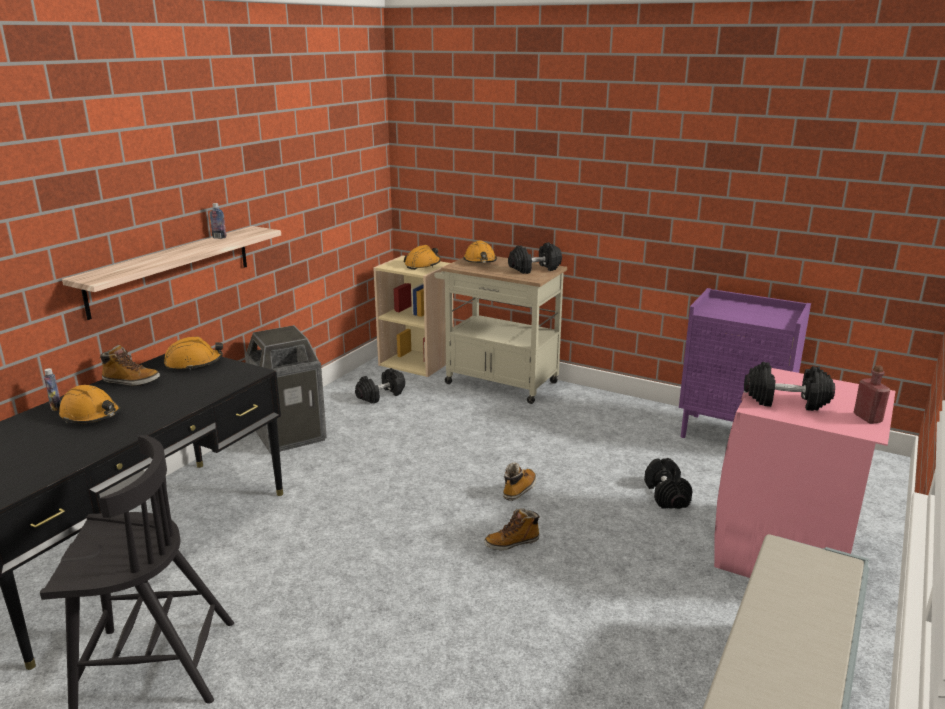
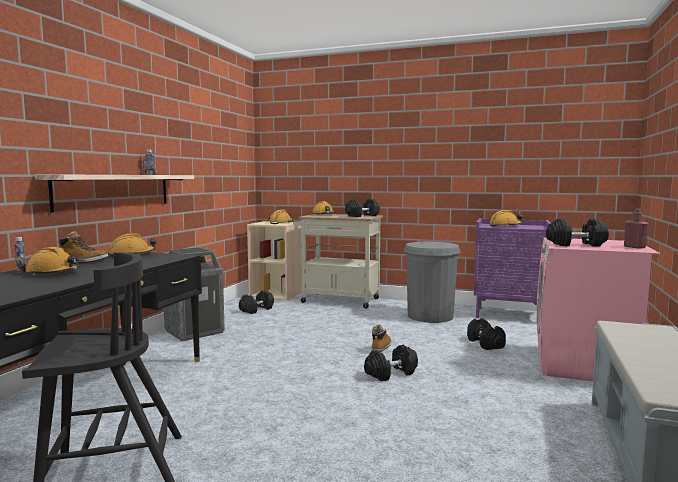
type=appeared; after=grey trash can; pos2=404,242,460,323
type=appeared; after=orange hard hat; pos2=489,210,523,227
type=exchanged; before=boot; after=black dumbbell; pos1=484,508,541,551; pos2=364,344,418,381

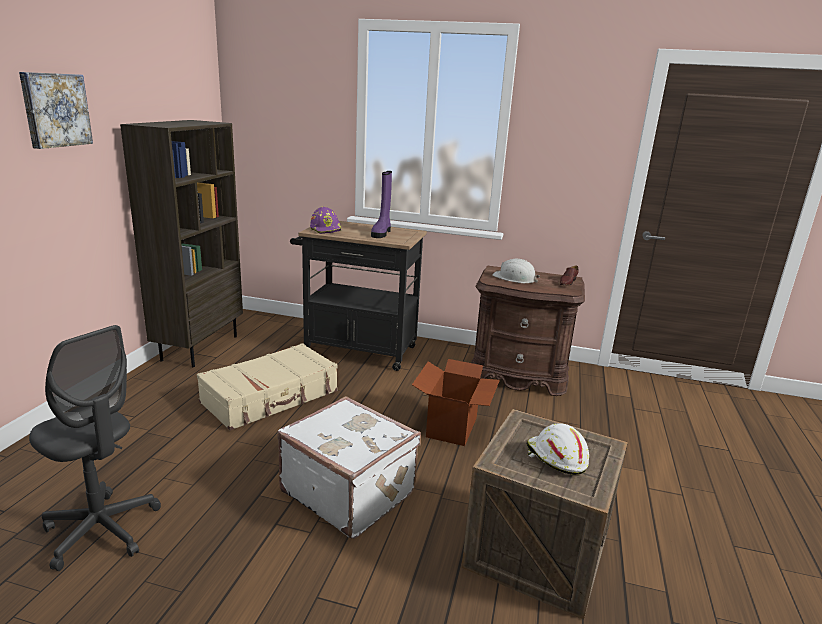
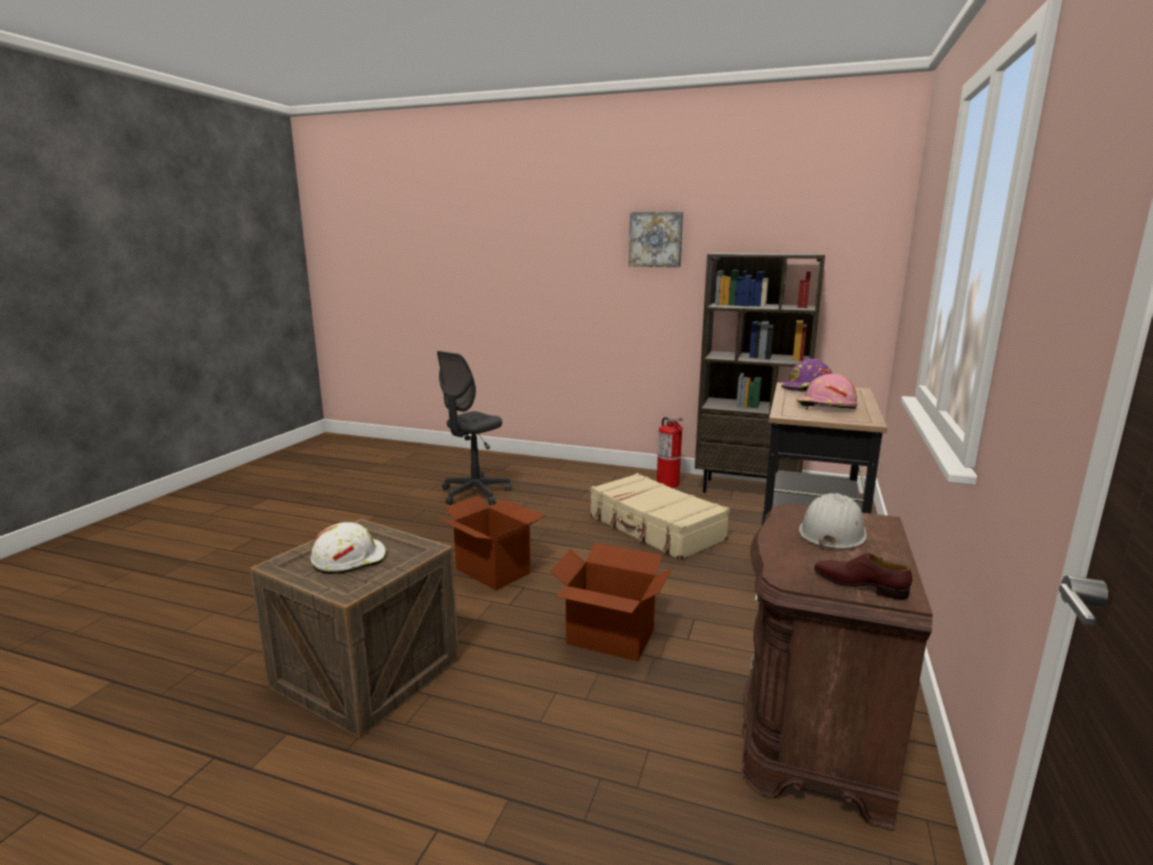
type=appeared; after=fire extinguisher; pos2=657,417,683,488
type=exchanged; before=white suitcase; after=cardboard box; pos1=277,396,421,539; pos2=436,495,545,590
type=exchanged; before=purple boot; after=pink hard hat; pos1=371,171,392,238; pos2=796,374,858,410

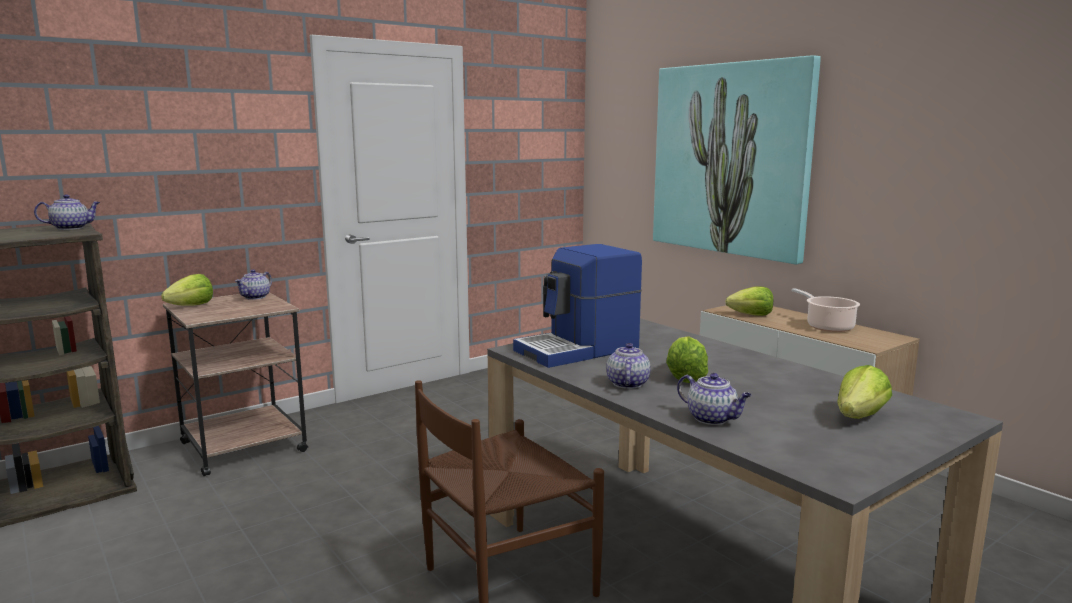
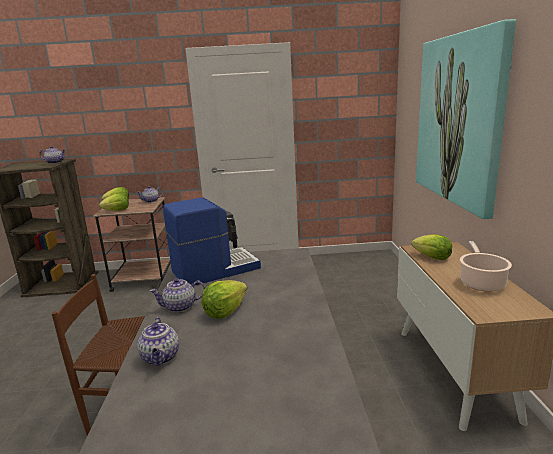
type=relocated; before=lettuce; pos1=837,365,892,419; pos2=99,193,129,211
type=spun; before=coffee machine; pos1=513,244,642,368; pos2=163,197,261,285; turn=150
type=spun; before=teapot; pos1=606,343,651,389; pos2=149,278,205,313; turn=-150

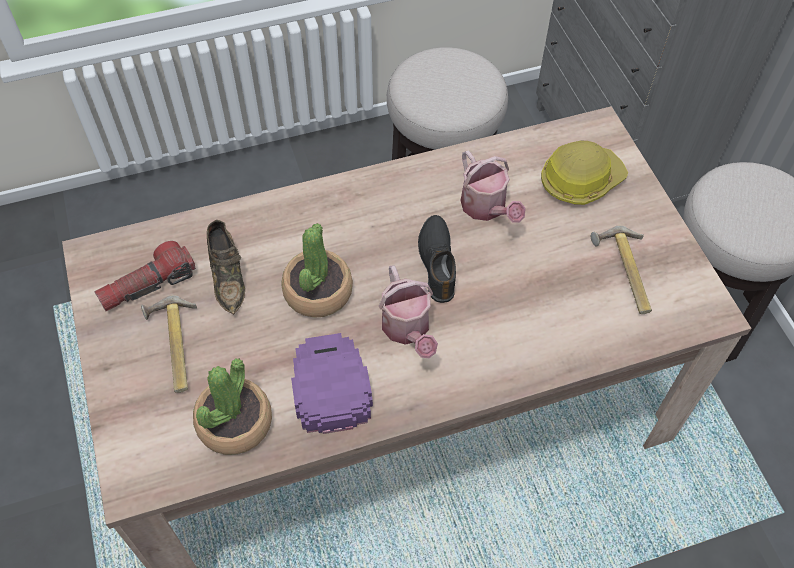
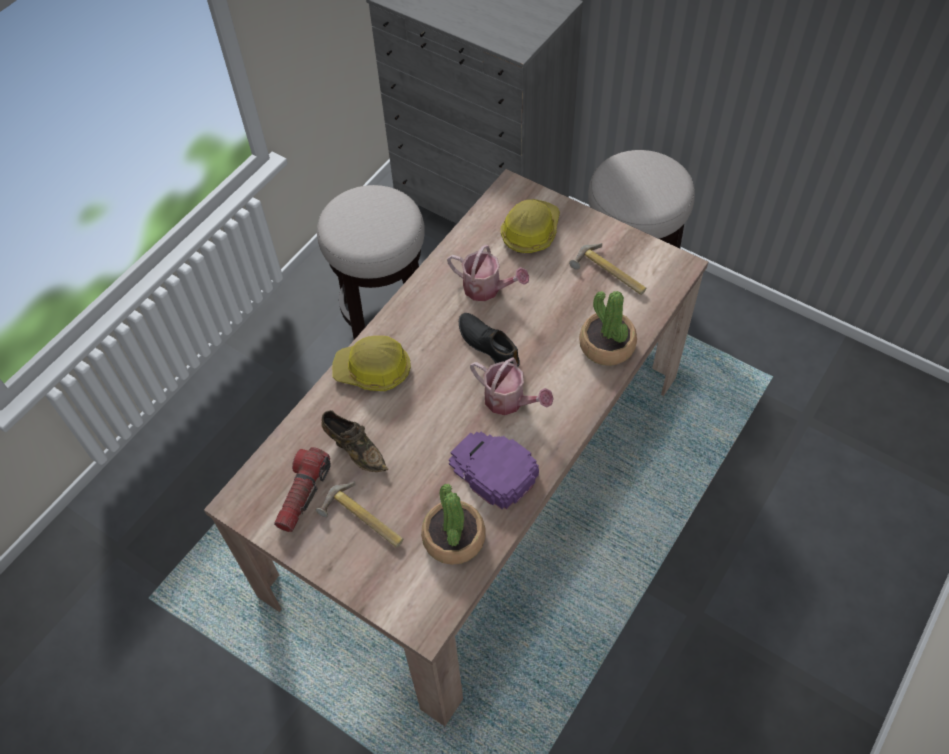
type=appeared; after=hard hat; pos2=332,336,411,391
type=relocated; before=potted plant; pos1=281,223,353,318; pos2=579,291,637,366

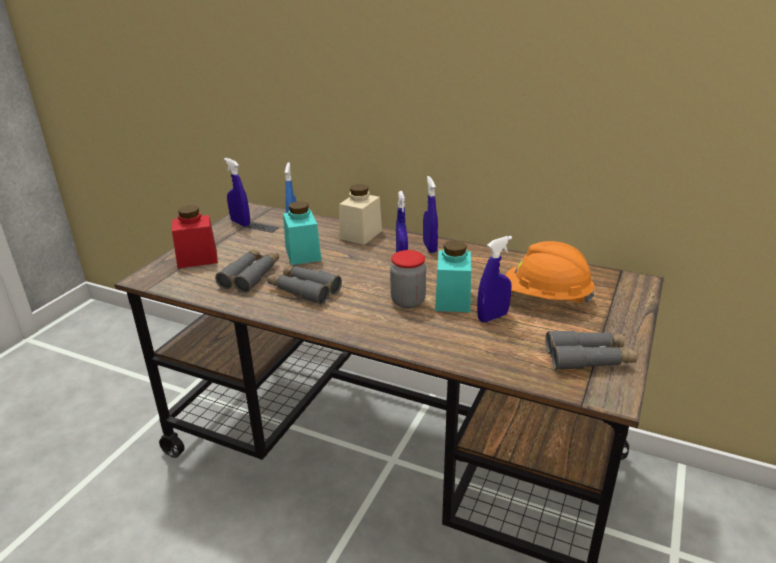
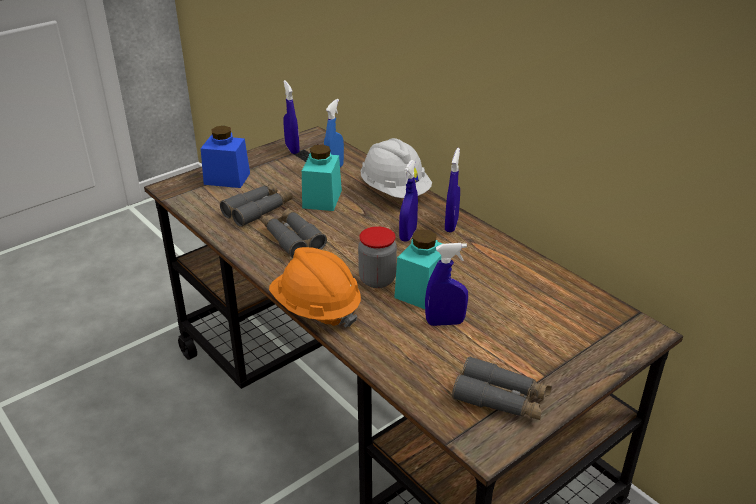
type=relocated; before=orange hard hat; pos1=505,241,595,303; pos2=269,247,361,327
type=exchanged; before=beige jar; after=white hard hat; pos1=339,184,382,245; pos2=361,138,432,198
type=colour; before=red jar; after=blue jar; pos1=172,205,218,268; pos2=201,126,250,188

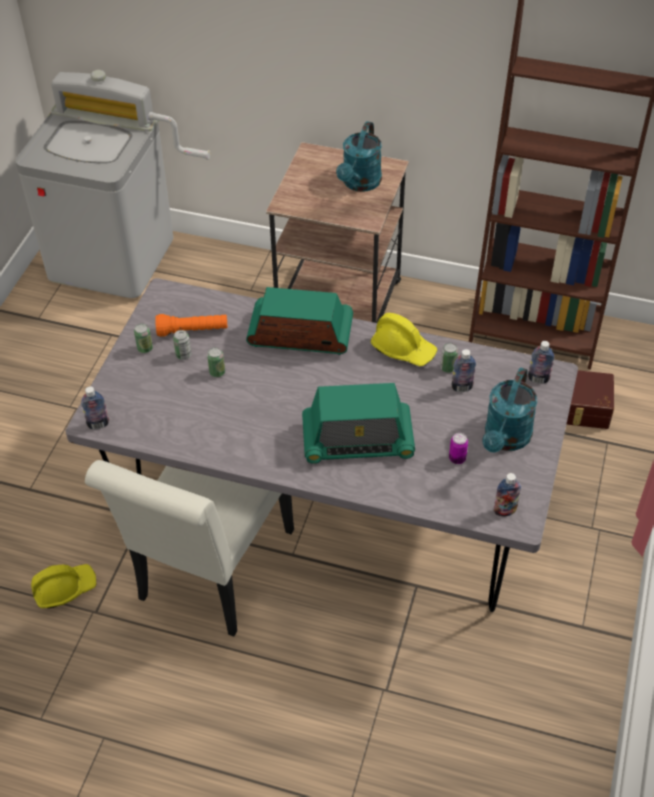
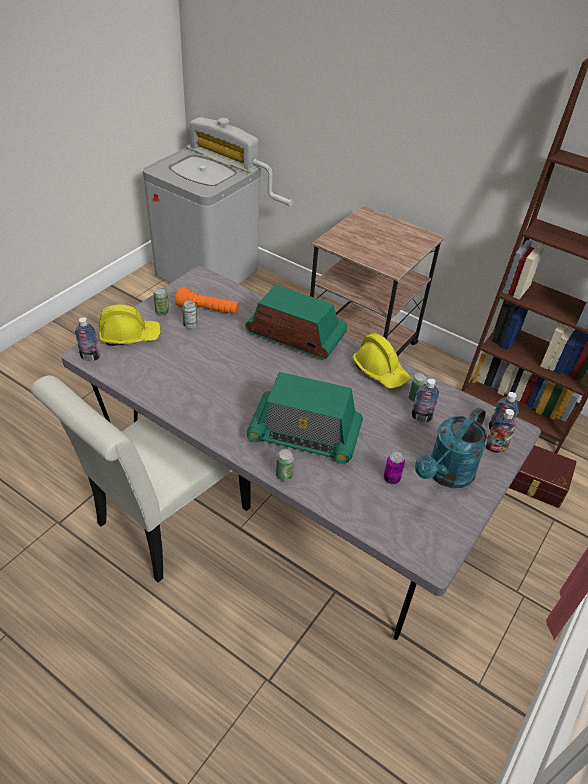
type=missing; before=turquoise watering can; pos1=336,121,382,192
type=relocated; before=yellow hard hat; pos1=31,564,96,608; pos2=99,305,161,346
type=relocated; before=can; pos1=207,347,225,377; pos2=276,449,295,481
type=relocated; before=bottle; pos1=494,473,521,516; pos2=486,409,517,453

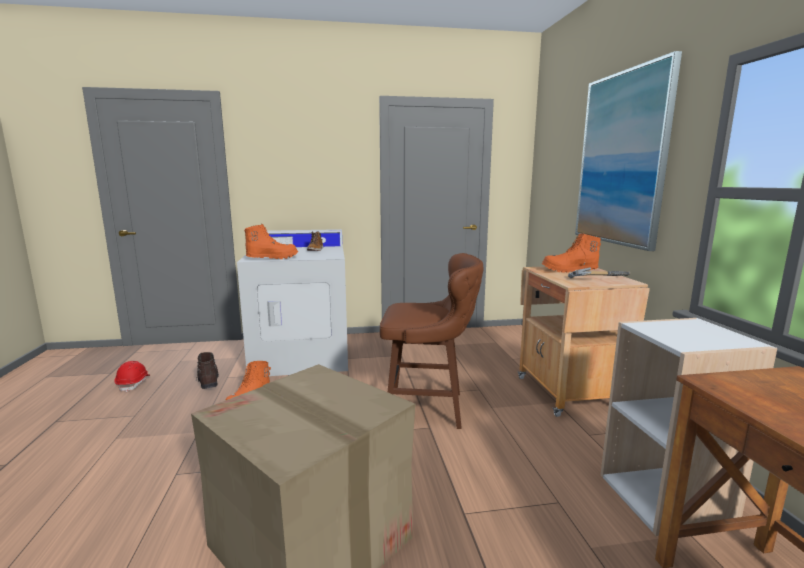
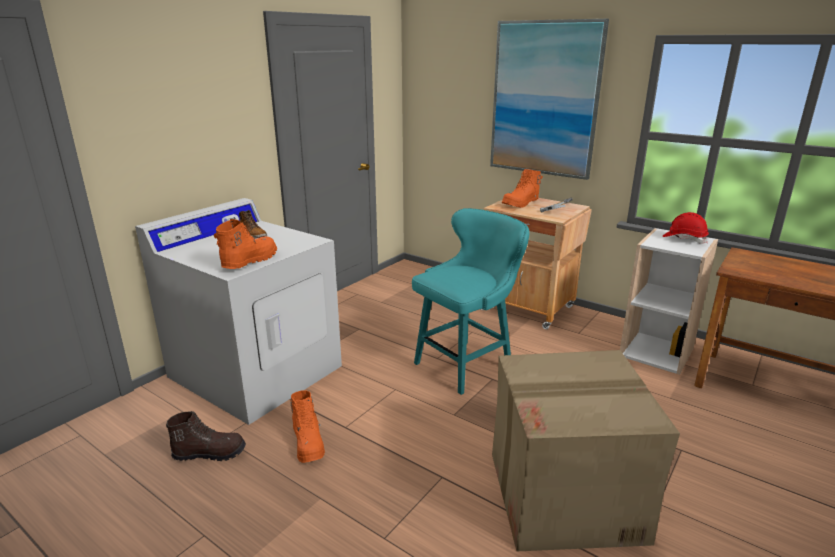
type=relocated; before=red hard hat; pos1=114,361,150,392; pos2=662,212,709,244
type=colour; before=brown stool; after=turquoise stool; pos1=380,253,483,429; pos2=412,208,529,395
type=spun; before=brown boot; pos1=196,352,219,389; pos2=166,411,246,461; turn=150

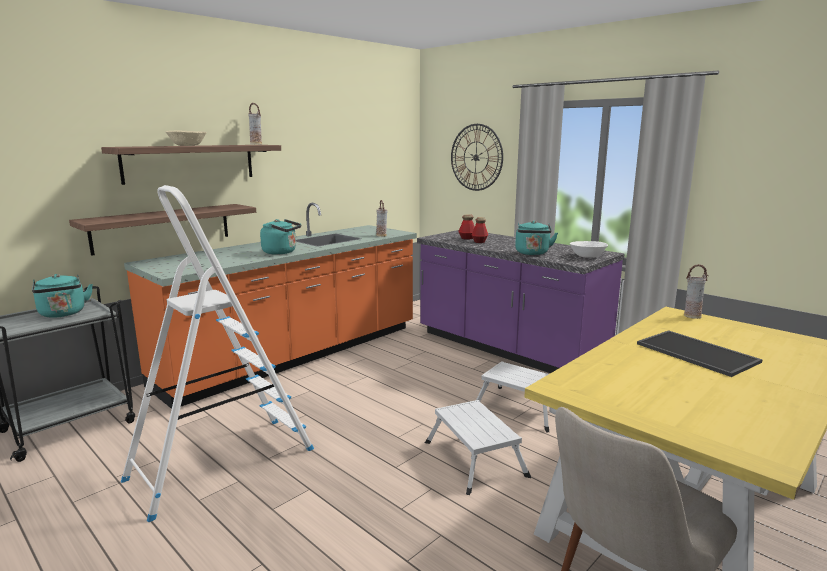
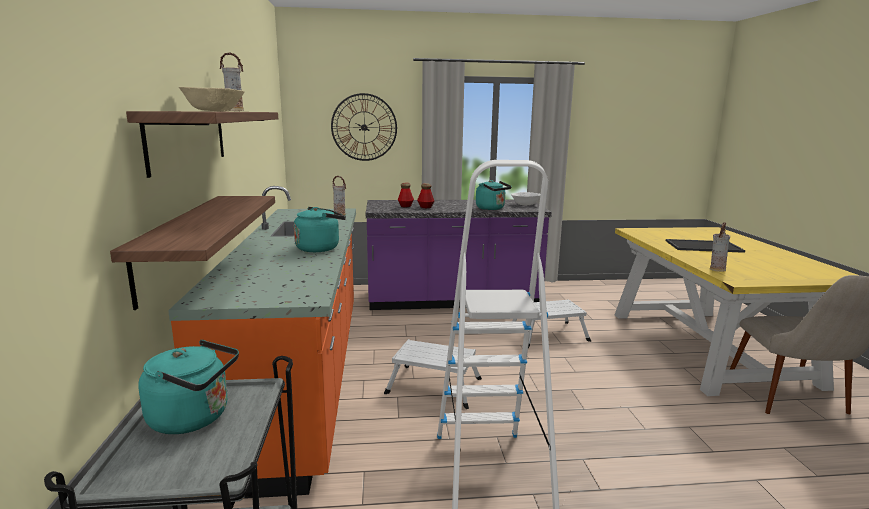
type=relocated; before=white step ladder; pos1=425,400,531,495; pos2=384,339,482,409
type=relocated; before=vase; pos1=684,264,708,319; pos2=710,222,730,272

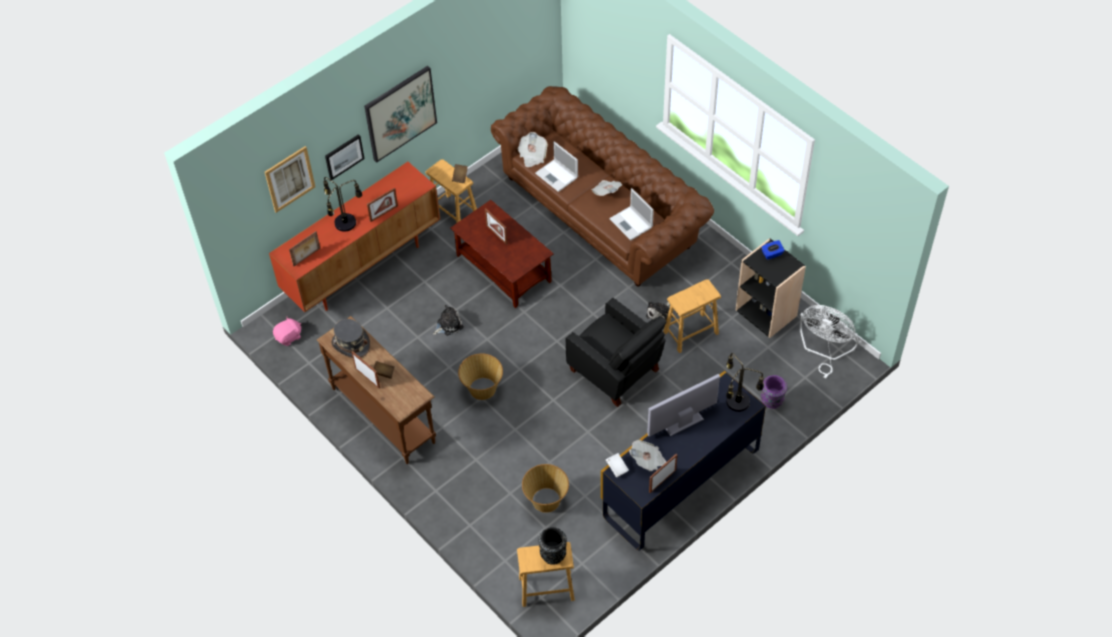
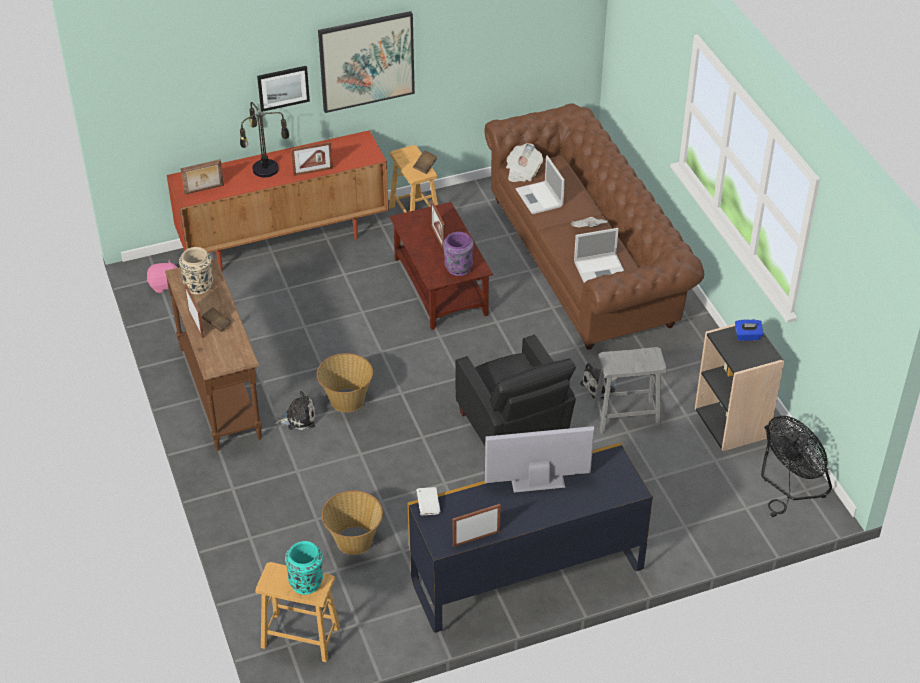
type=missing; before=picture; pos1=265,146,315,213
type=missing; before=newspaper; pos1=629,440,666,471
type=missing; before=table lamp; pos1=726,353,764,412
type=relocated; before=plush toy; pos1=433,305,464,336; pos2=275,391,315,430
type=relocated; before=purple vase; pos1=761,375,787,409; pos2=443,232,474,276
type=exchanged; before=grey hat; after=beige vase; pos1=331,319,370,358; pos2=179,247,213,295
type=colour; before=black vase; after=turquoise vase; pos1=538,527,567,565; pos2=285,541,323,595
type=colour; before=brown stool; after=grey stool; pos1=663,279,721,353; pos2=593,347,667,433
type=colour; before=white fan; after=black fan; pos1=800,305,858,379; pos2=761,416,832,517
type=spun; before=laptop; pos1=609,188,654,240; pos2=574,228,624,283; turn=-90

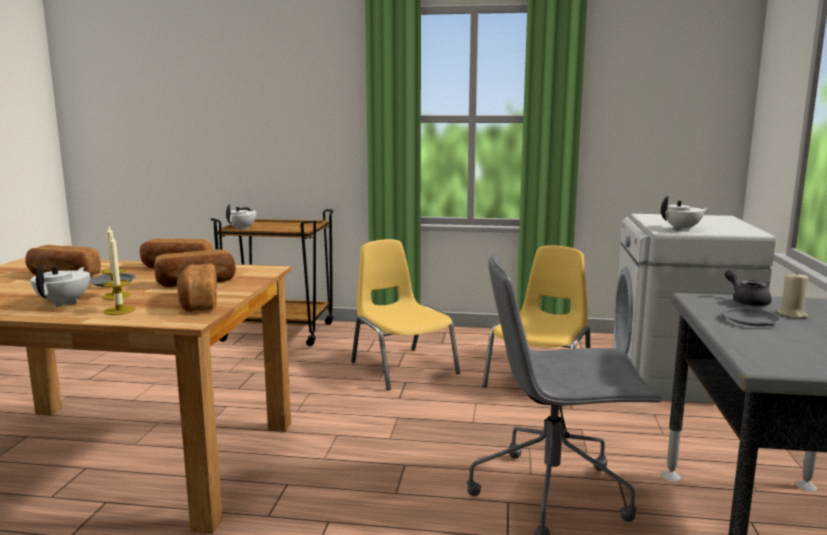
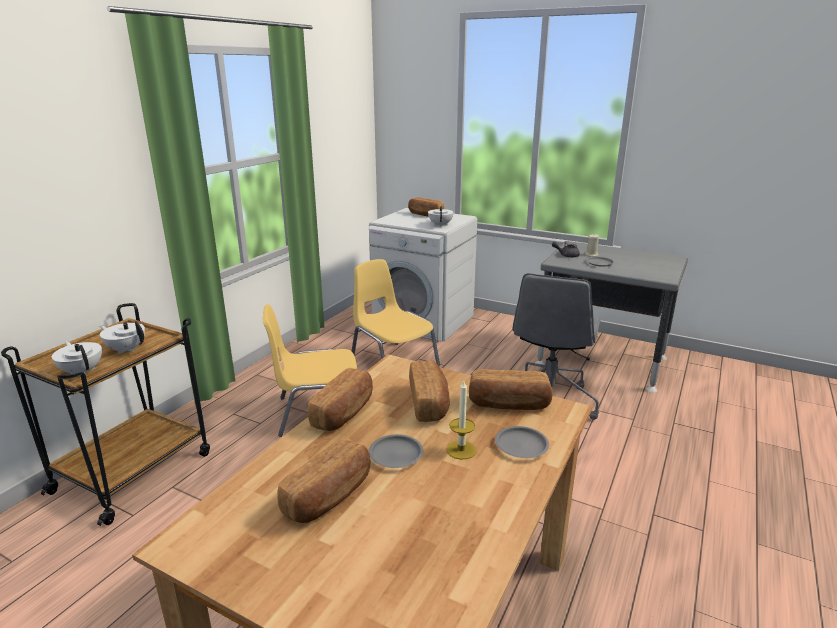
type=appeared; after=bread; pos2=408,197,445,217
type=relocated; before=white teapot; pos1=30,264,90,307; pos2=100,321,145,354
type=exchanged; before=candle; after=grey plate; pos1=103,236,135,315; pos2=495,426,549,458

